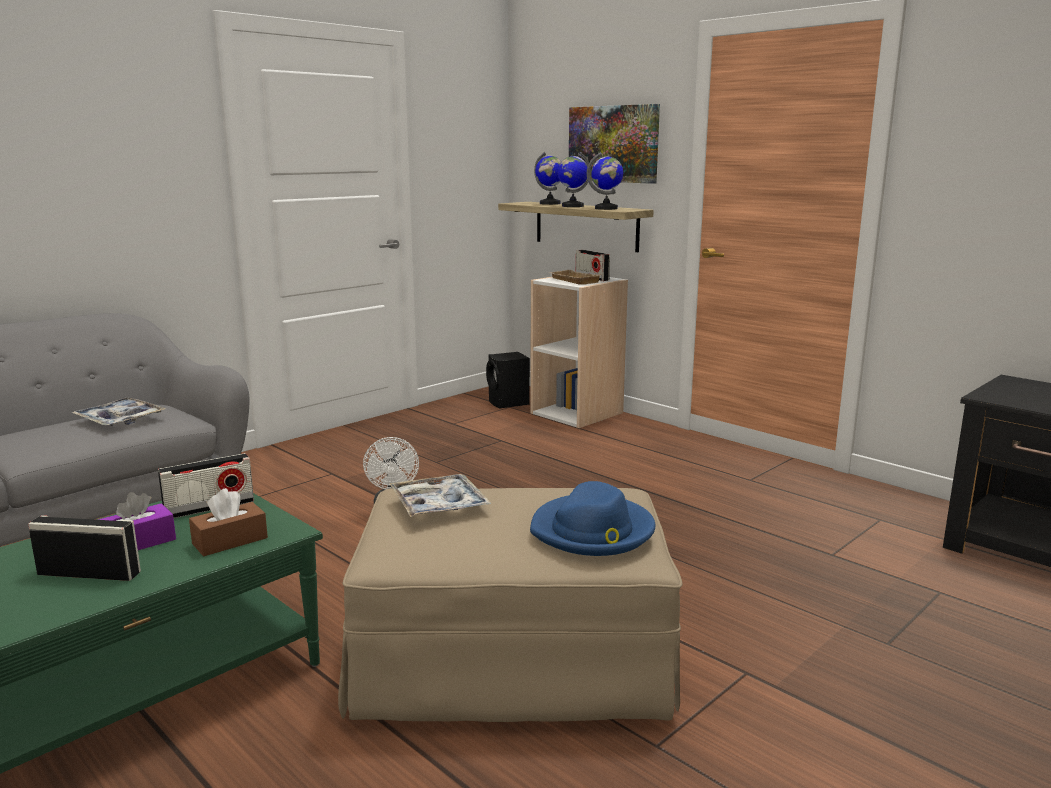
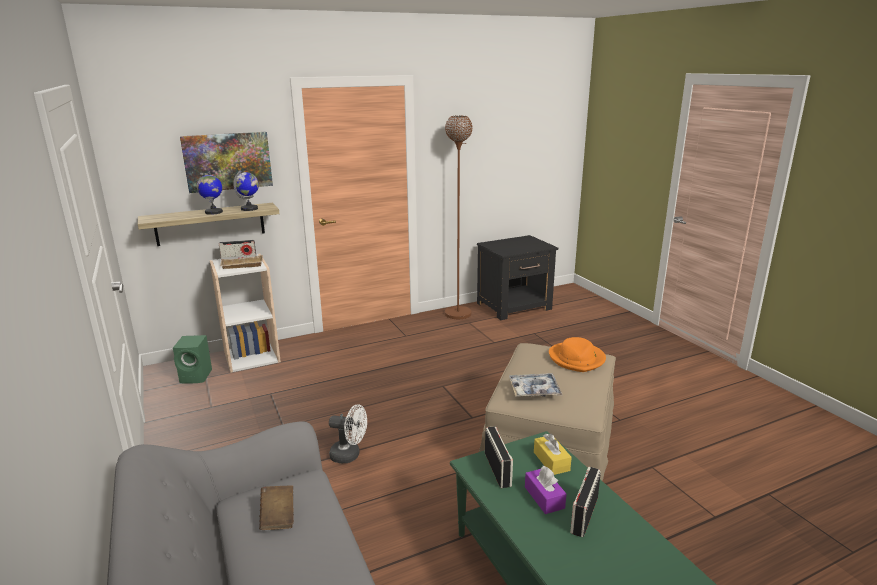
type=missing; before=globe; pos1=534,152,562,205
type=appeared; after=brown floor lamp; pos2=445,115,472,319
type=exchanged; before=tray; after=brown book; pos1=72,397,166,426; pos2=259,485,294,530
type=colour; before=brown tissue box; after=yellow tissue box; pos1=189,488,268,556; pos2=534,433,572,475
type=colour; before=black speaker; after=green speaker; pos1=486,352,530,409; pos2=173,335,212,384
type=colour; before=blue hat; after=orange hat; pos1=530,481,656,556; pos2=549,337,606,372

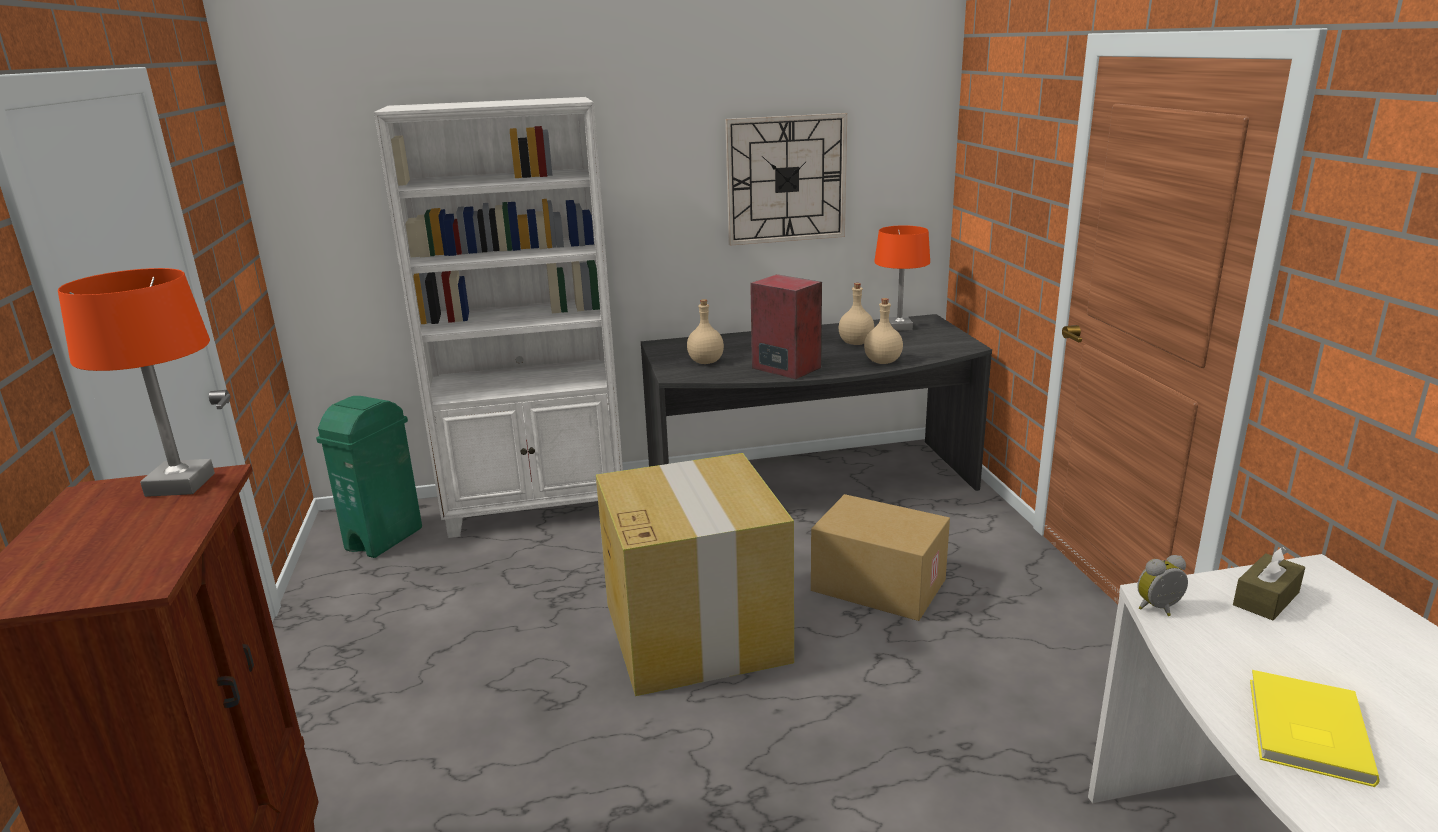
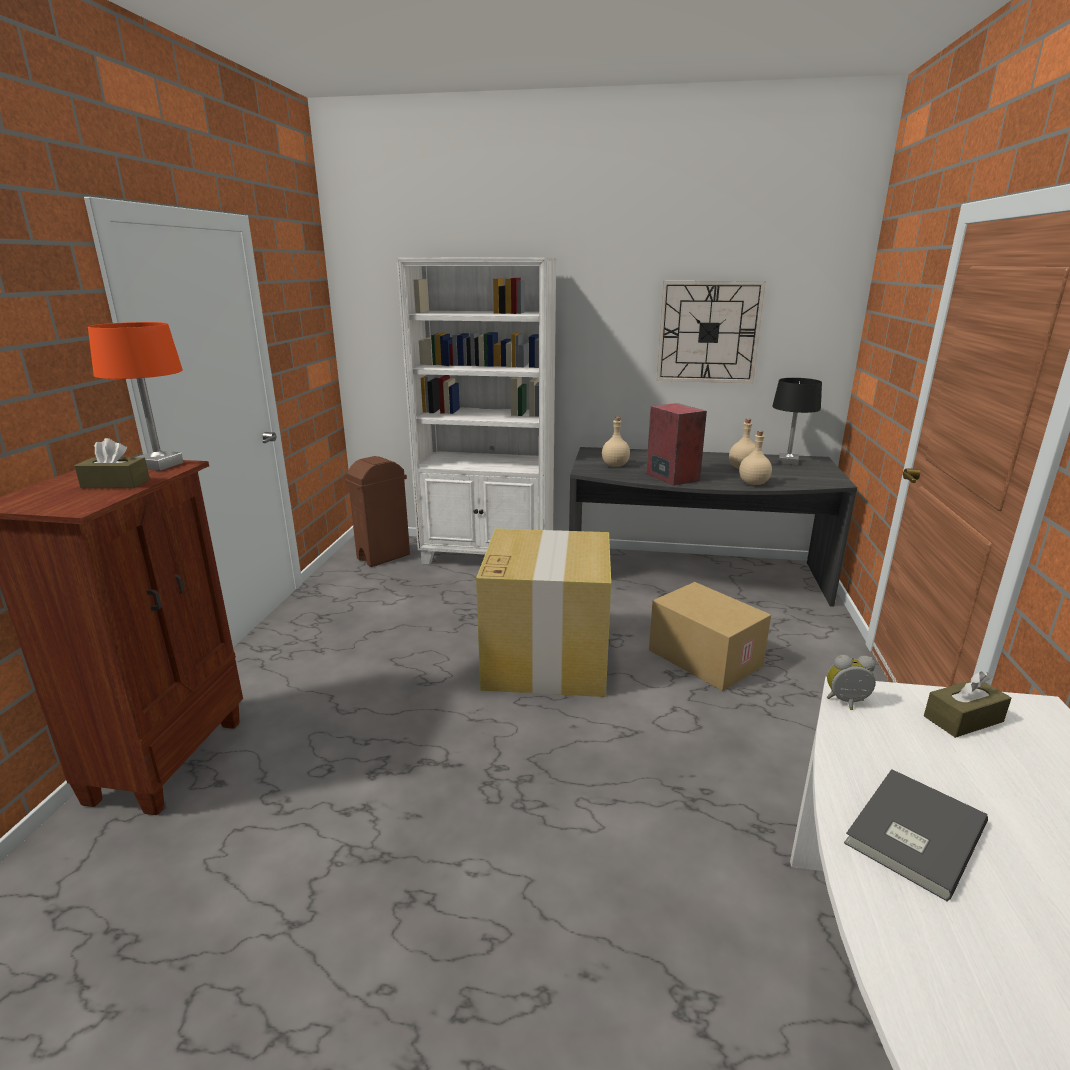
type=appeared; after=brown tissue box; pos2=75,438,150,488
type=colour; before=green trash can; after=brown trash can; pos1=316,396,422,558; pos2=345,456,410,567
type=colour; before=orange table lamp; after=black table lamp; pos1=874,225,930,331; pos2=772,378,822,465
type=colour; before=yellow book; after=grey book; pos1=1250,670,1380,787; pos2=844,769,988,902

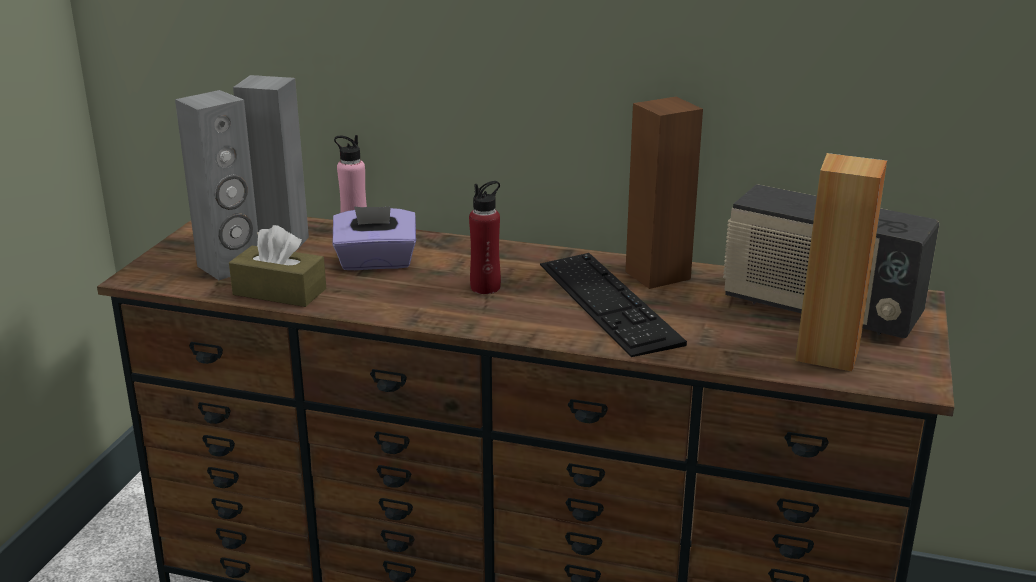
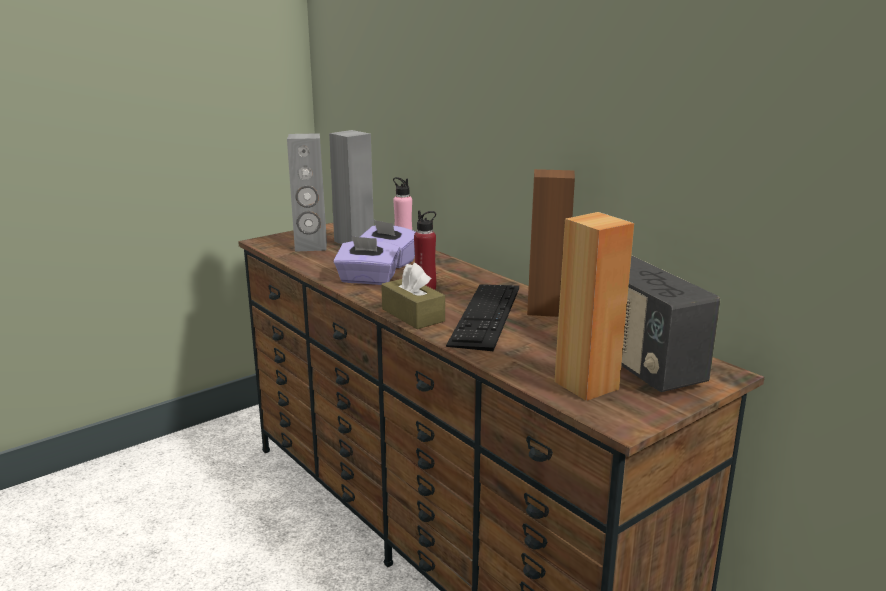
type=appeared; after=purple tissue box; pos2=334,236,400,285
type=relocated; before=brown tissue box; pos1=229,225,326,307; pos2=381,263,445,329

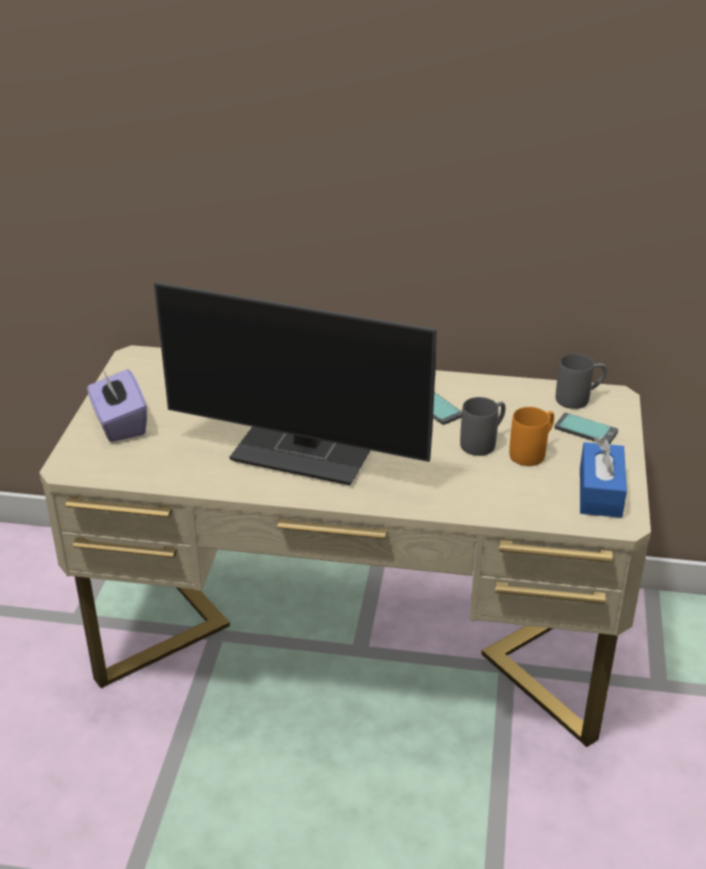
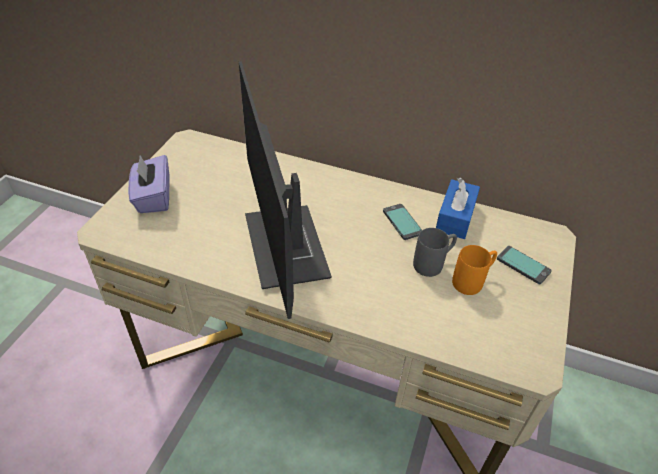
type=missing; before=grey mug; pos1=556,354,607,409
type=relocated; before=blue tissue box; pos1=580,437,627,518; pos2=436,178,480,239
type=spun; before=monitor; pos1=154,282,437,485; pos2=239,61,332,319; turn=45

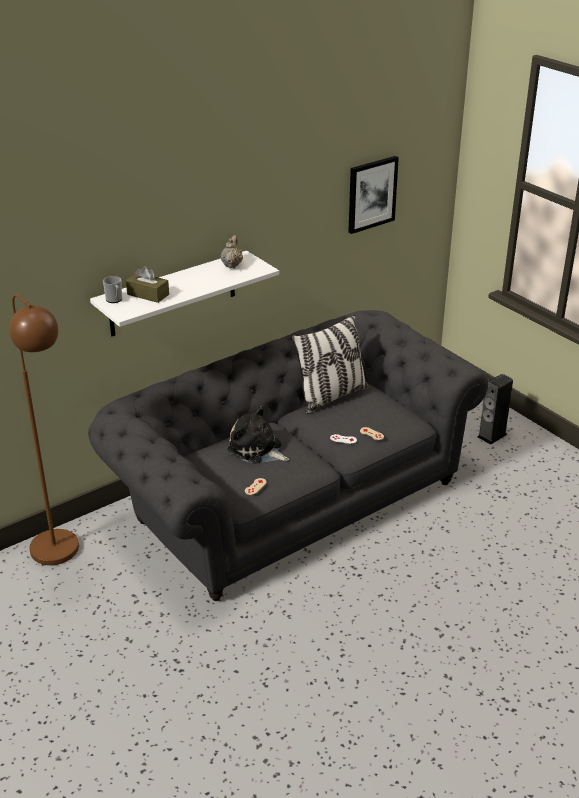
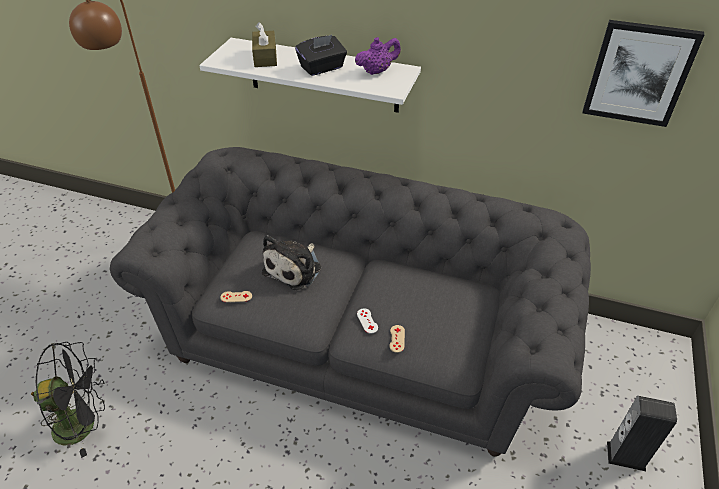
type=missing; before=mug; pos1=103,276,122,303
type=missing; before=pillow; pos1=292,314,368,414
type=appeared; after=black fan; pos2=31,342,105,458
type=appeared; after=black tissue box; pos2=295,35,347,76
type=colour; before=beige teapot; after=purple teapot; pos1=220,235,243,268; pos2=355,37,401,75
type=spun; before=plush toy; pos1=227,406,289,464; pos2=262,235,321,290; turn=-150

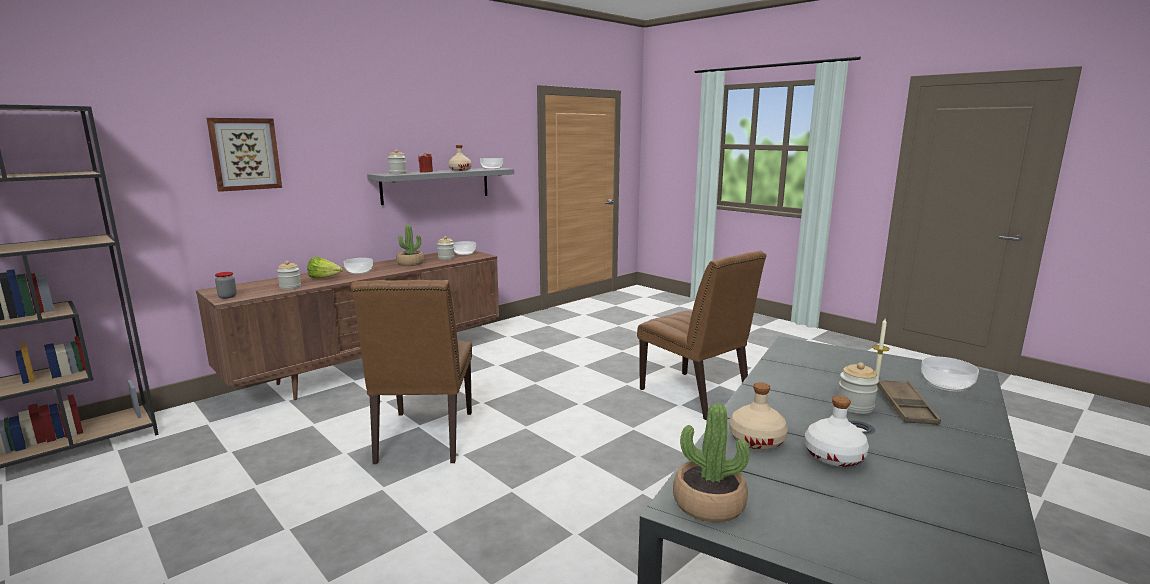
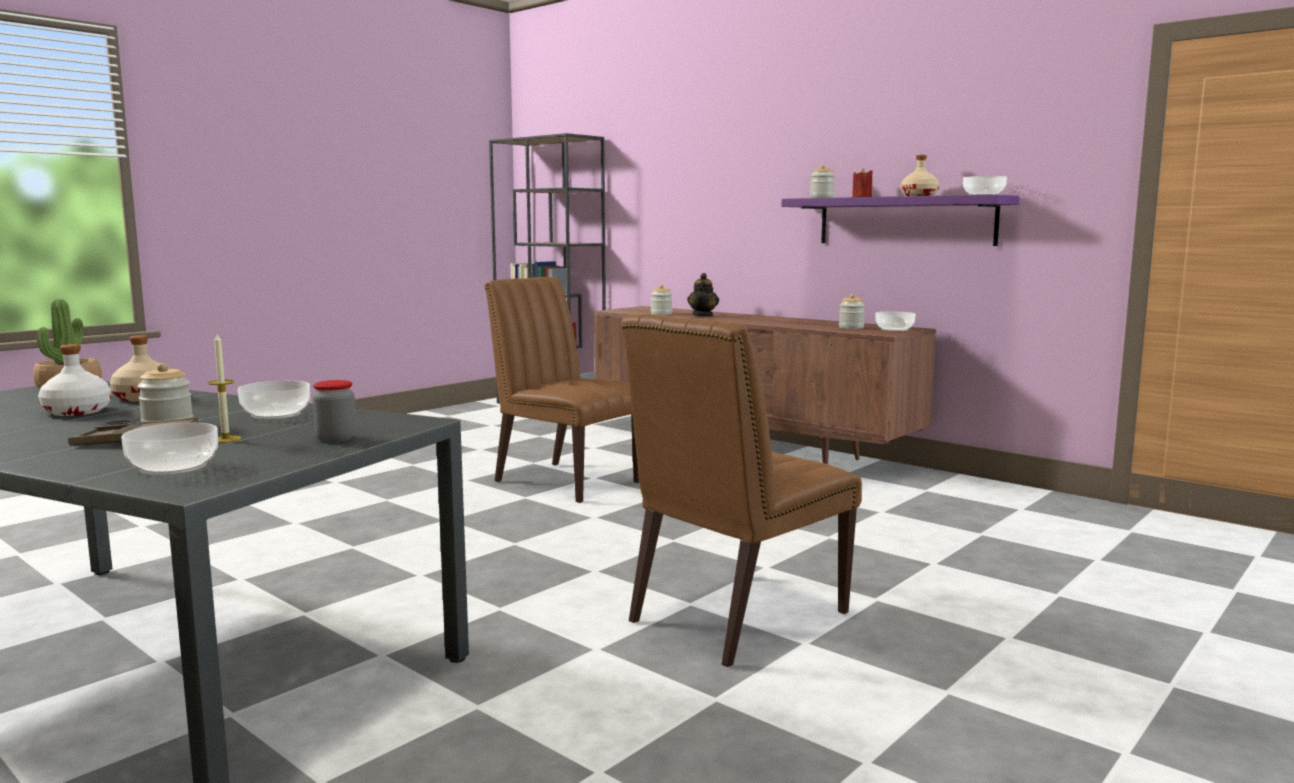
type=missing; before=picture; pos1=207,118,282,192
type=missing; before=potted plant; pos1=396,224,424,266
type=relocated; before=jar; pos1=215,272,237,299; pos2=312,380,356,442
type=relocated; before=bowl; pos1=344,258,373,274; pos2=238,381,310,419
type=exchanged; before=lettuce; after=teapot; pos1=308,257,343,279; pos2=687,273,719,317
type=colour; before=grey shelf; after=purple shelf; pos1=367,168,514,205; pos2=782,194,1019,246
type=spun; before=brown chair; pos1=351,280,472,464; pos2=484,277,639,503; turn=45

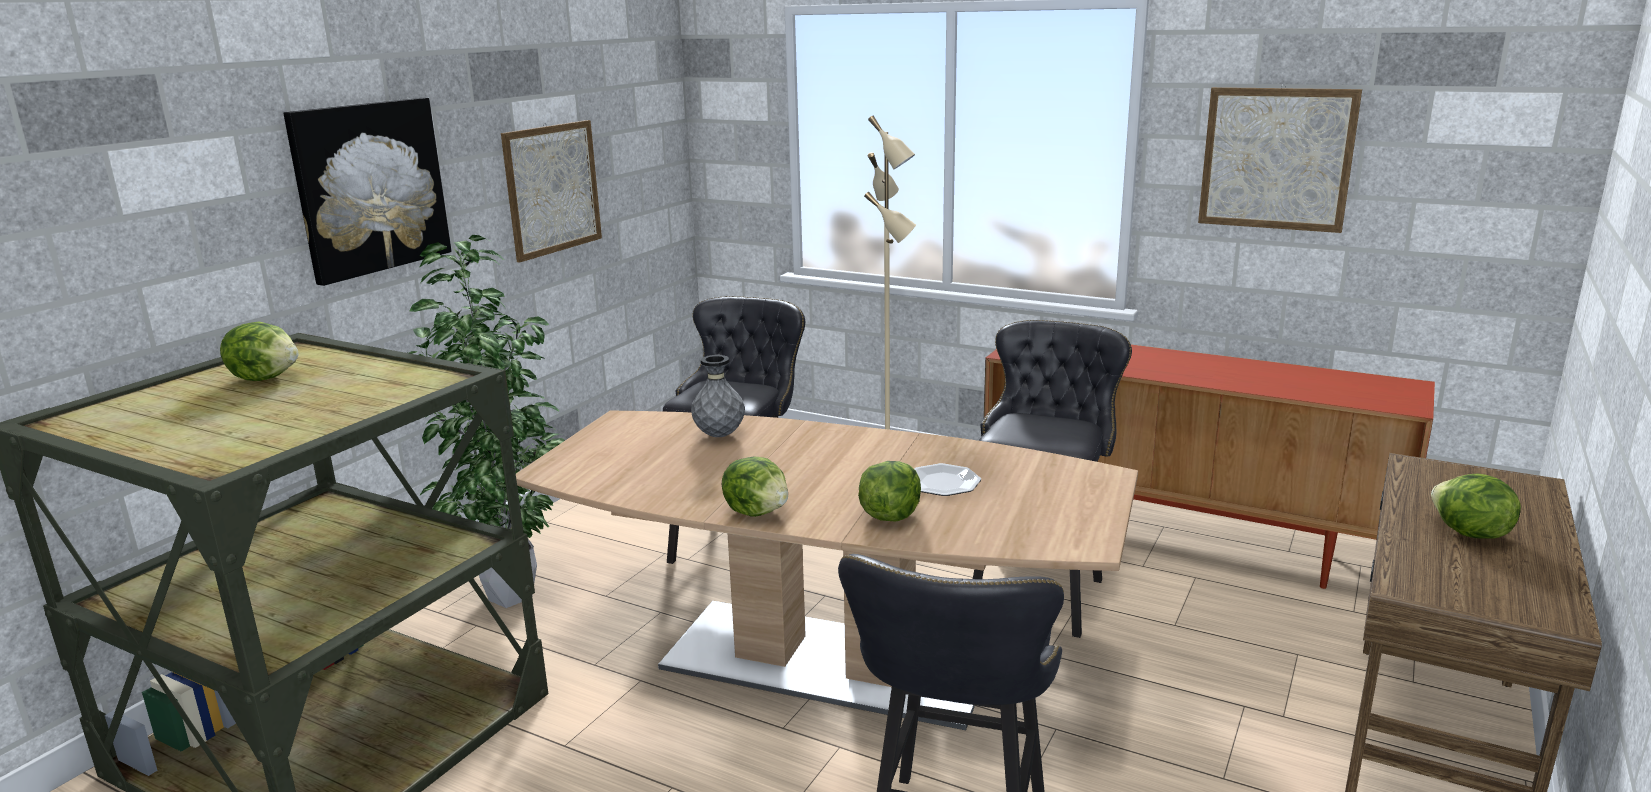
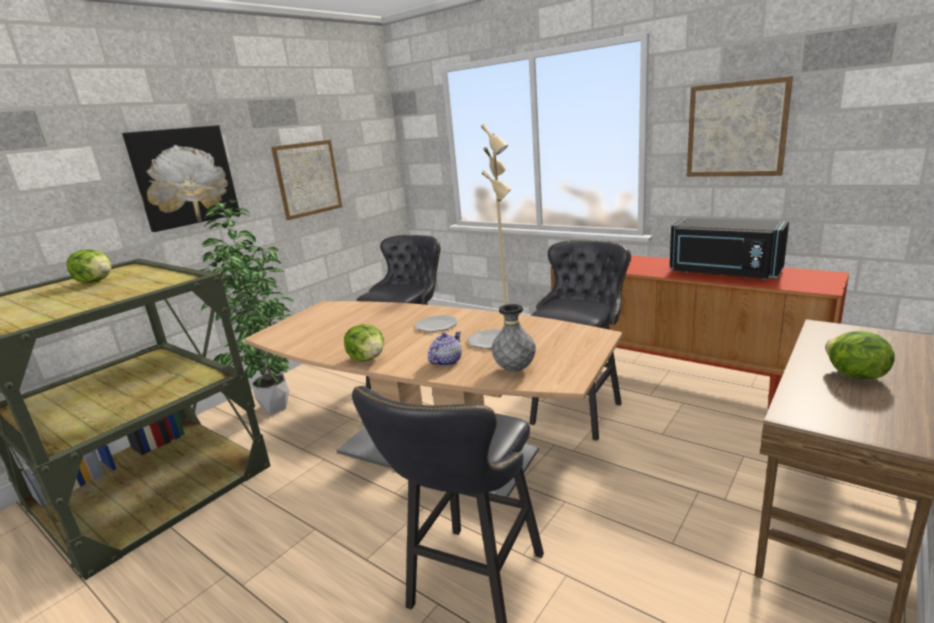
type=appeared; after=plate; pos2=415,315,458,332
type=appeared; after=black microwave; pos2=670,218,789,280
type=relocated; before=grey vase; pos1=691,355,745,437; pos2=491,304,536,372
type=exchanged; before=lettuce; after=teapot; pos1=858,461,921,521; pos2=428,331,462,366

